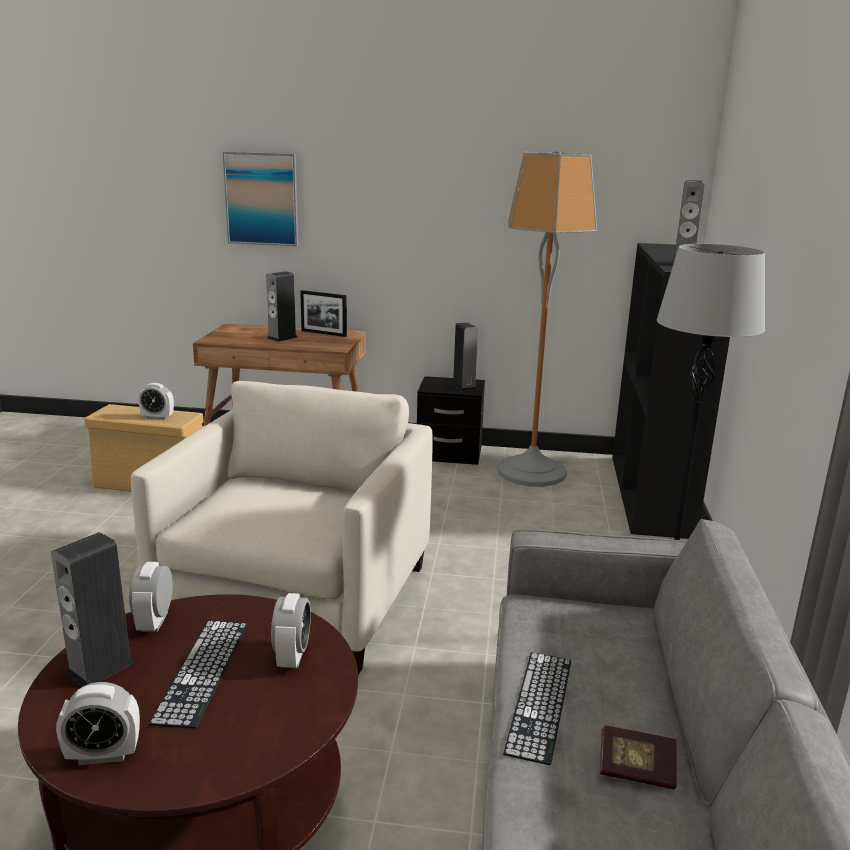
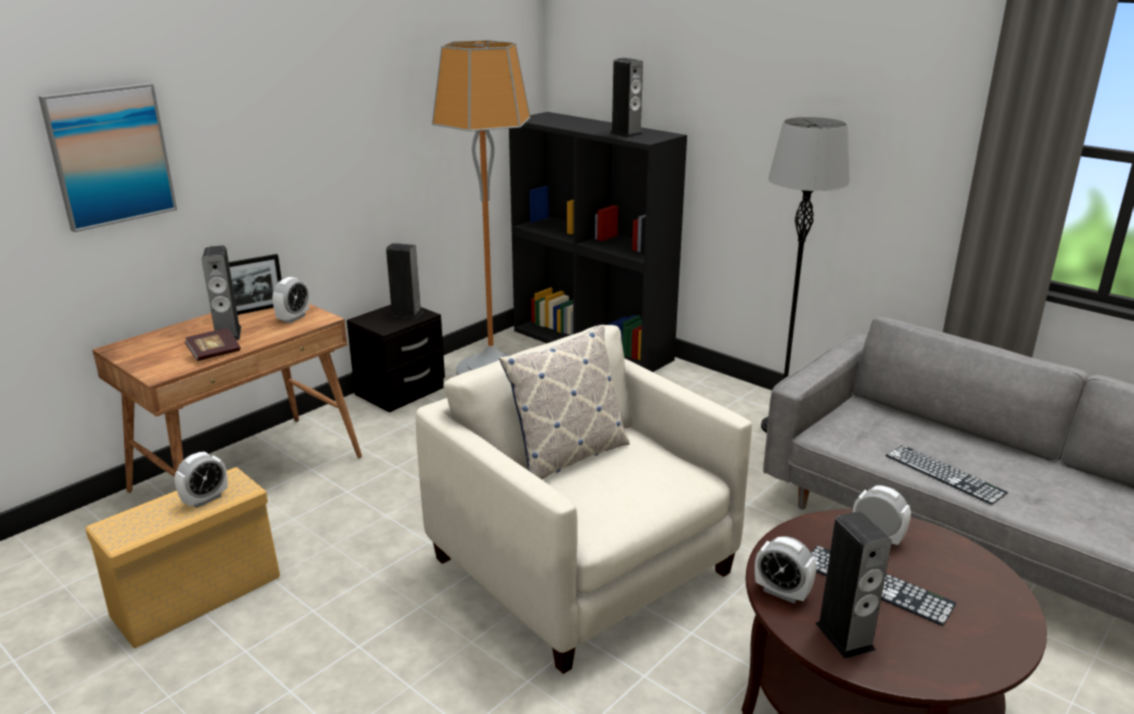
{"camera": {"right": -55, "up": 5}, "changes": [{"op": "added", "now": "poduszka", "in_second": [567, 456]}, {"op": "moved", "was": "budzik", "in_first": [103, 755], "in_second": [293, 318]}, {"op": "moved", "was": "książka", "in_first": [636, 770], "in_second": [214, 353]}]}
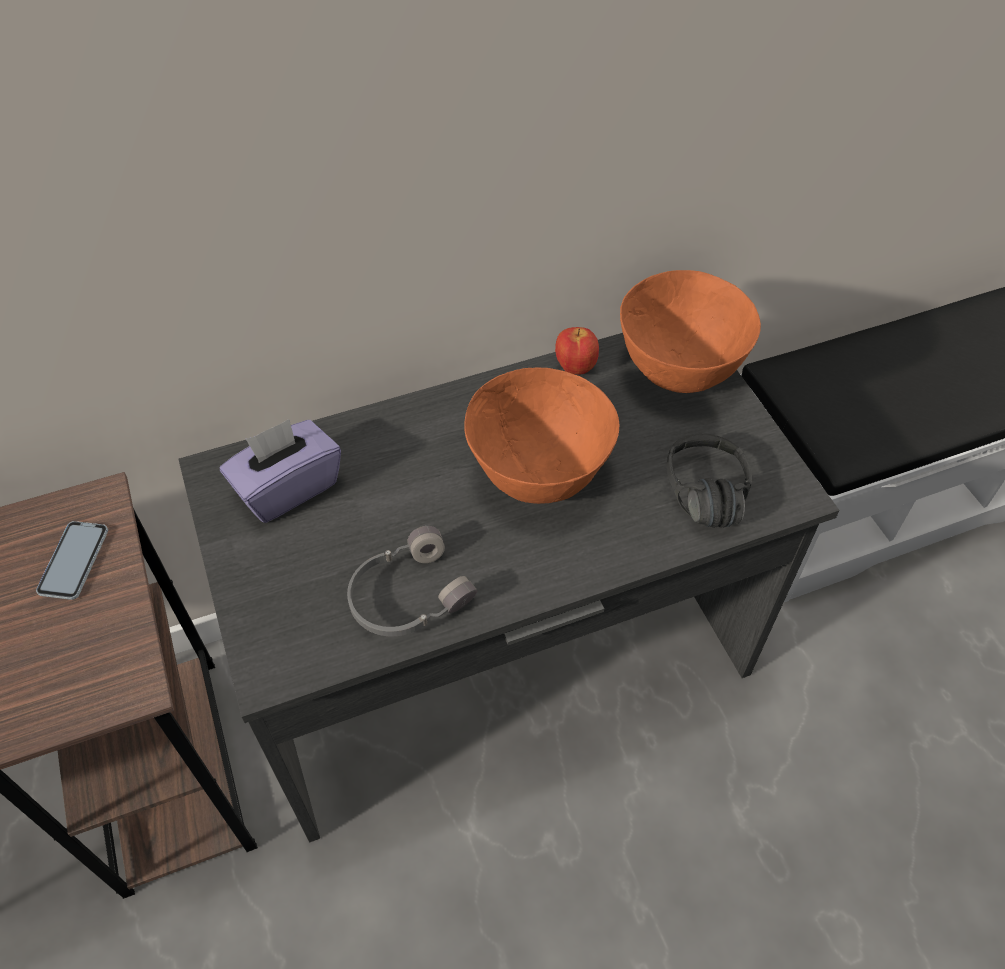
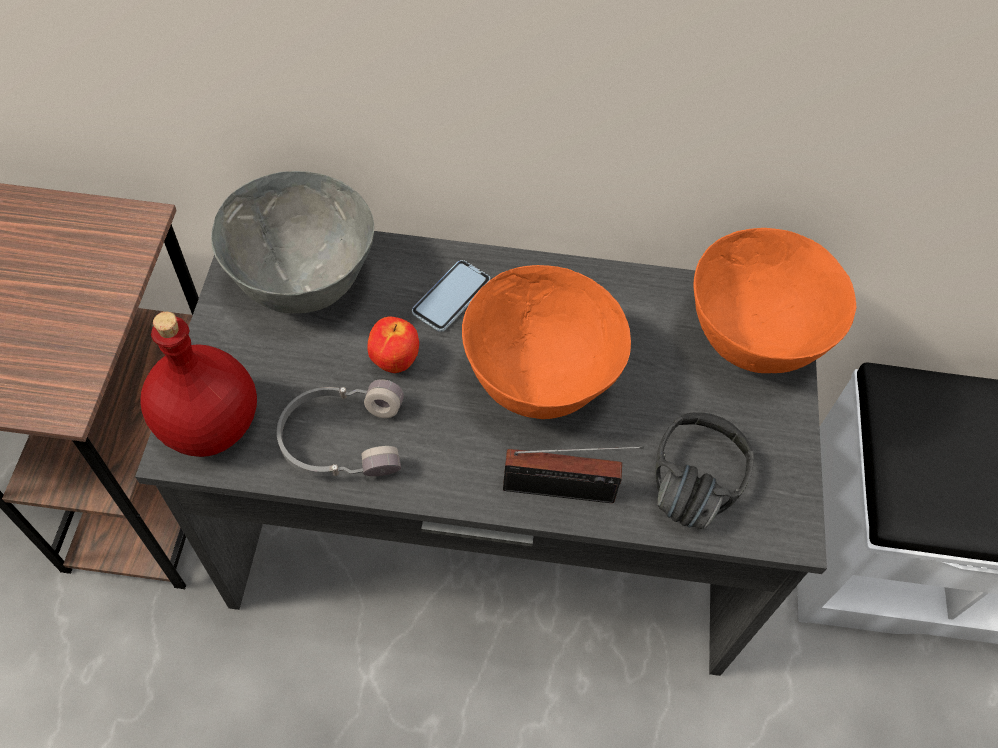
{"camera": {"right": 25, "up": 5}, "changes": [{"op": "added", "now": "butelka [czerwony]", "in_second": [209, 423]}, {"op": "added", "now": "radio", "in_second": [565, 491]}, {"op": "moved", "was": "telefon", "in_first": [74, 561], "in_second": [451, 297]}, {"op": "moved", "was": "jabłko", "in_first": [574, 368], "in_second": [394, 360]}, {"op": "replaced", "was": "pudełko chusteczek [fioletowy]", "now": "miska [szary]", "in_first": [287, 487], "in_second": [303, 284]}]}
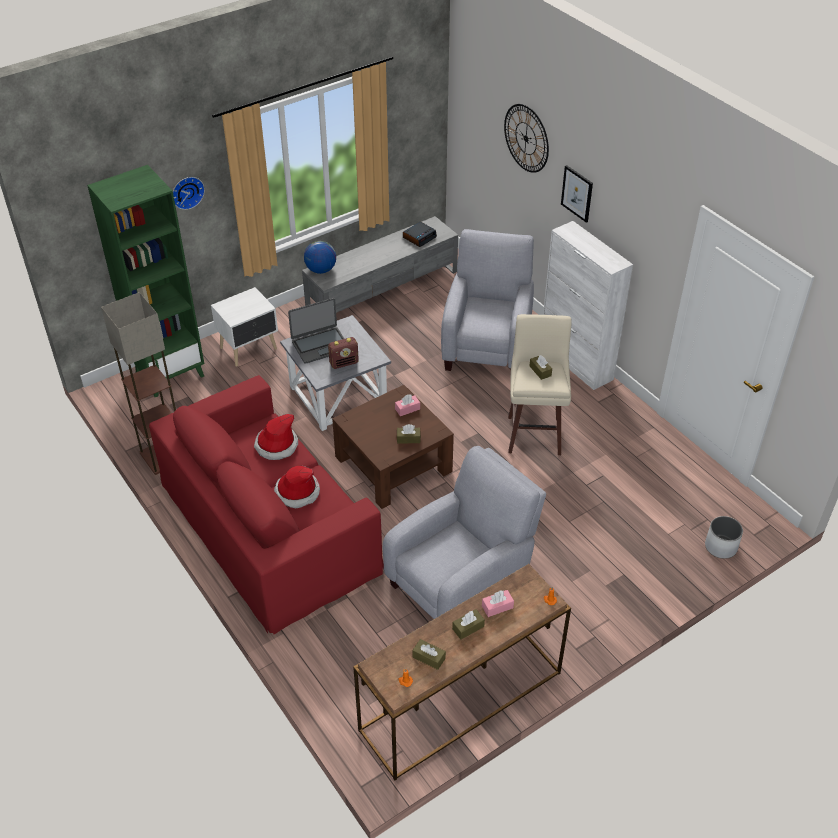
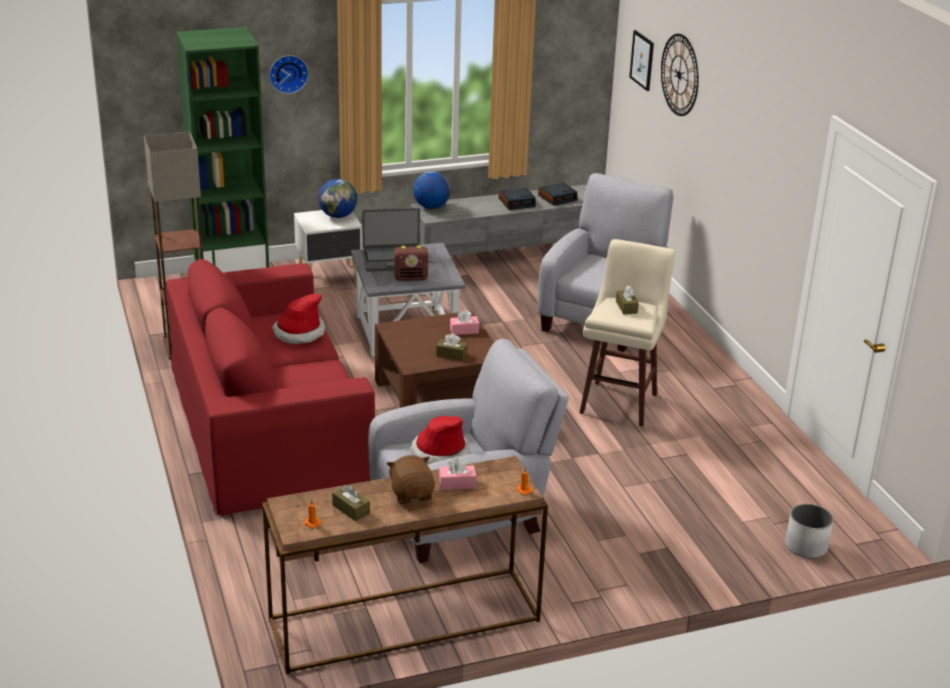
{"camera": {"right": 15, "up": -15}, "changes": [{"op": "removed", "was": "szafka [biały]", "in_first": [576, 362]}, {"op": "added", "now": "globus", "in_second": [338, 216]}, {"op": "added", "now": "budzik", "in_second": [517, 203]}, {"op": "moved", "was": "kapelusz", "in_first": [297, 492], "in_second": [440, 453]}, {"op": "moved", "was": "obraz", "in_first": [577, 193], "in_second": [642, 60]}, {"op": "replaced", "was": "pudełko chusteczek [brązowy]", "now": "pluszak [brązowy]", "in_first": [468, 628], "in_second": [412, 494]}]}
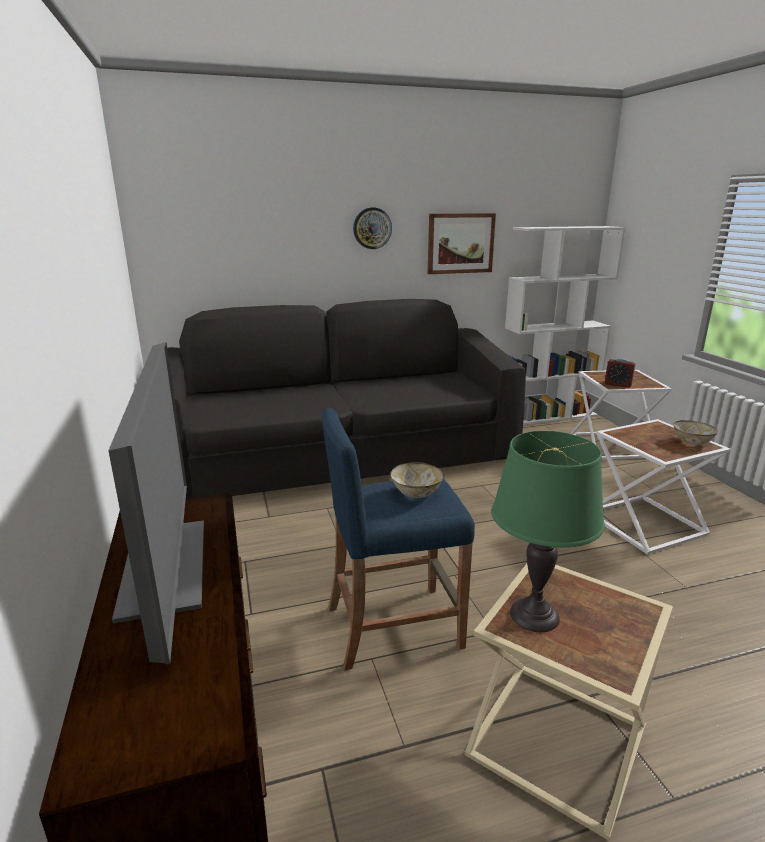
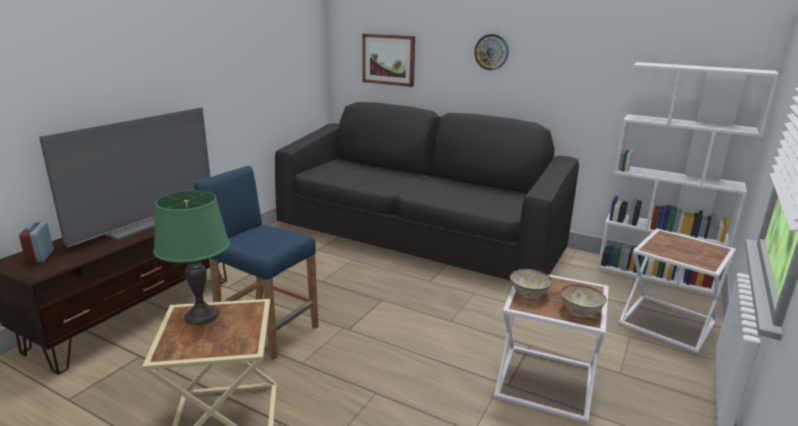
{"camera": {"right": 45, "up": 0}, "changes": [{"op": "moved", "was": "miska", "in_first": [416, 493], "in_second": [528, 293]}, {"op": "moved", "was": "obraz", "in_first": [460, 243], "in_second": [388, 59]}, {"op": "moved", "was": "budzik", "in_first": [618, 384], "in_second": [40, 256]}]}
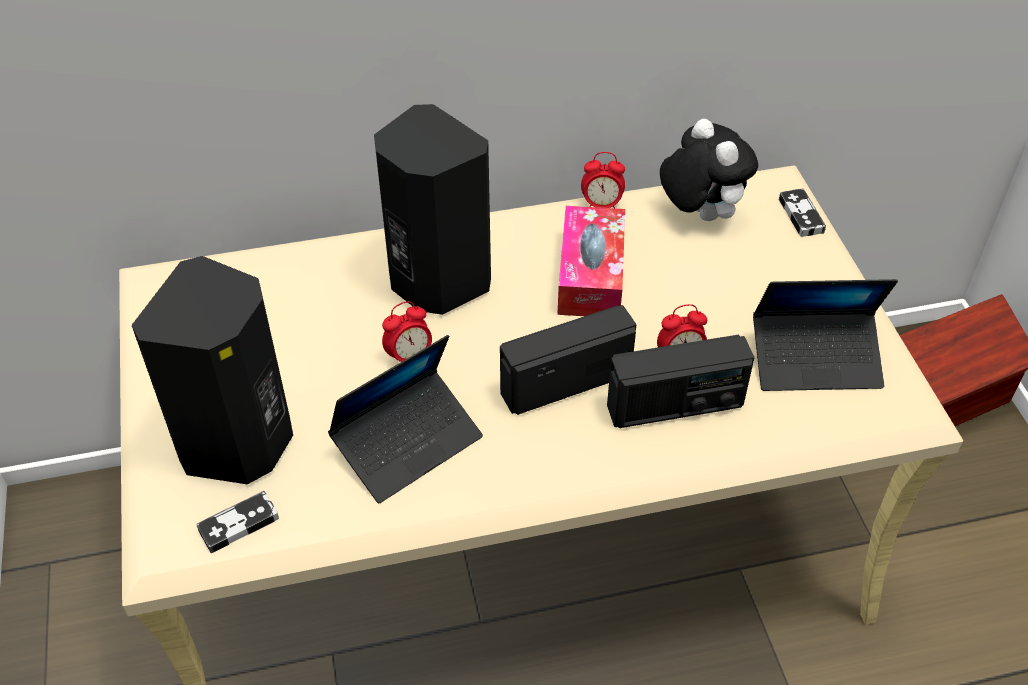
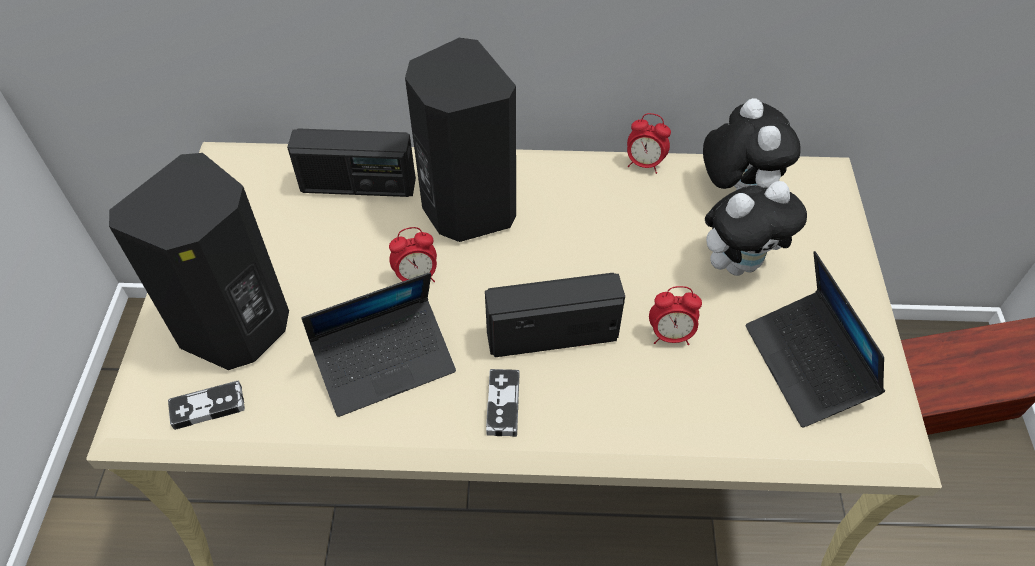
{"camera": {"right": 15, "up": 5}, "changes": [{"op": "removed", "was": "pudełko chusteczek", "in_first": [591, 275]}, {"op": "added", "now": "pluszak", "in_second": [739, 263]}, {"op": "moved", "was": "radio", "in_first": [675, 406], "in_second": [358, 186]}, {"op": "moved", "was": "pad do gier", "in_first": [801, 215], "in_second": [503, 404]}, {"op": "turned", "was": "laptop", "in_first": [815, 360], "in_second": [807, 365], "clockwise": 60}]}
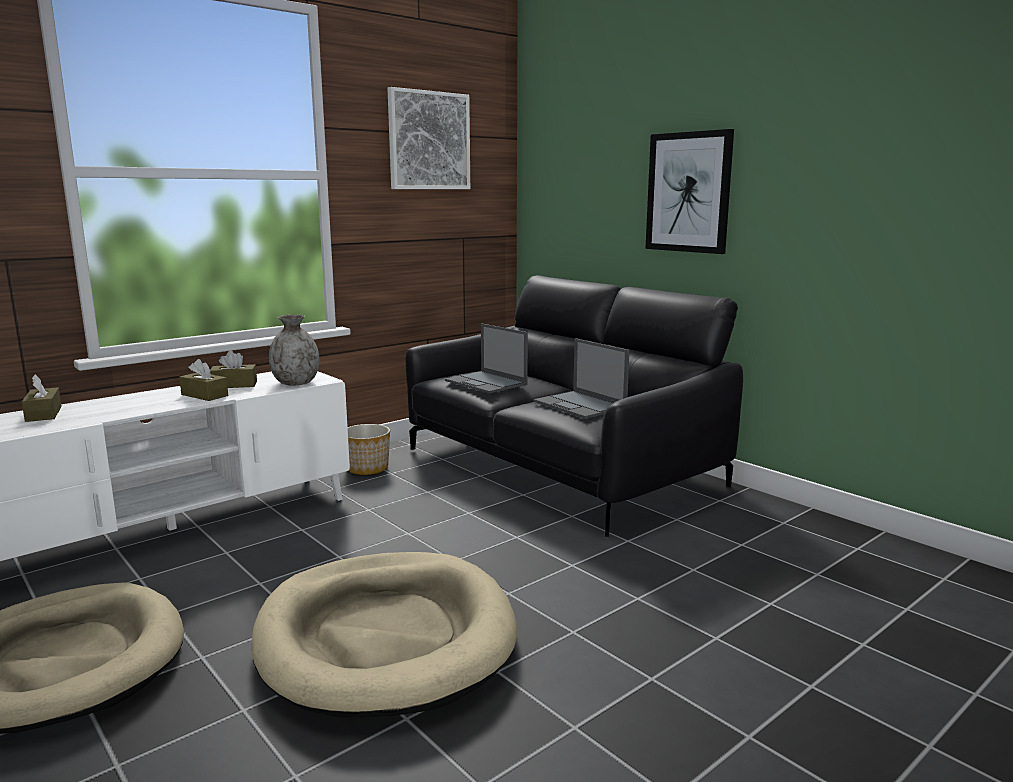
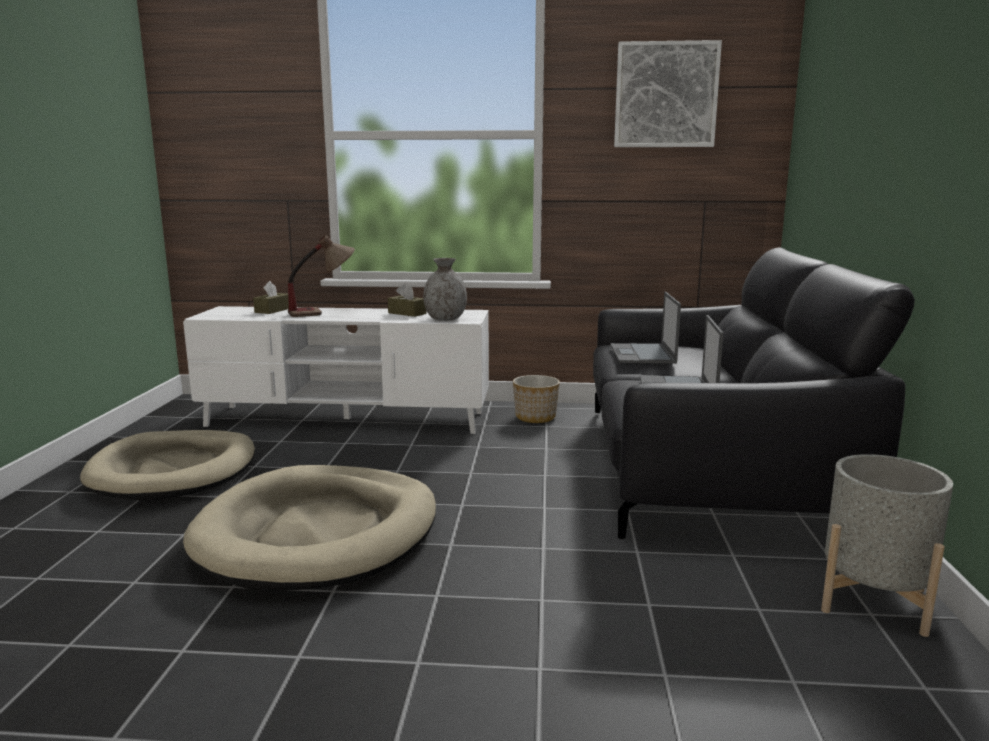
{"camera": {"right": 45, "up": 0}, "changes": [{"op": "removed", "was": "pudełko chusteczek [brązowy]", "in_first": [204, 395]}, {"op": "removed", "was": "obraz", "in_first": [688, 192]}, {"op": "added", "now": "lampa stołowa", "in_second": [323, 312]}, {"op": "added", "now": "donica [szary]", "in_second": [873, 600]}]}
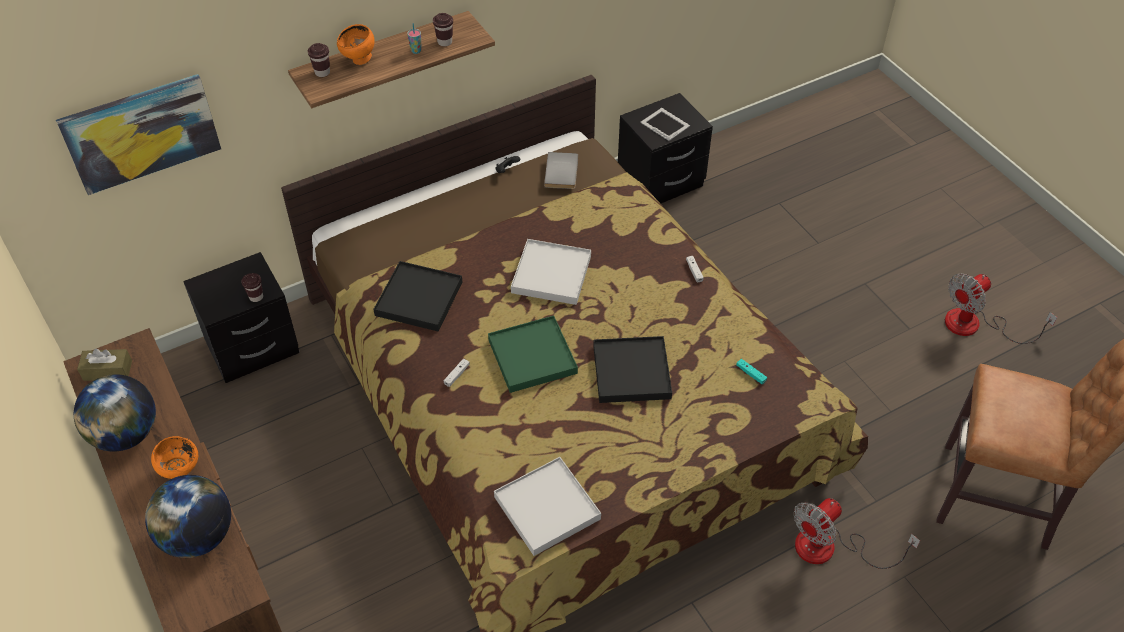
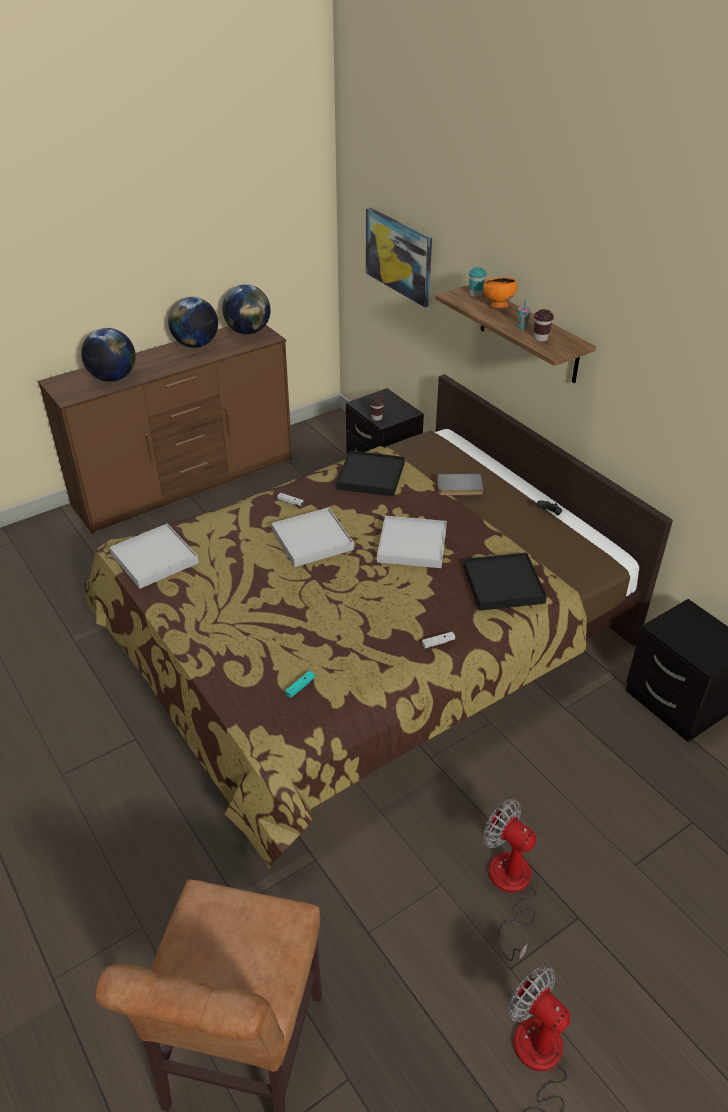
{"camera": {"right": 85, "up": -10}, "changes": [{"op": "removed", "was": "miska [pomarańczowy]", "in_first": [181, 471]}, {"op": "removed", "was": "ramka na zdjęcie", "in_first": [665, 124]}, {"op": "moved", "was": "książka [szary]", "in_first": [563, 172], "in_second": [460, 487]}, {"op": "moved", "was": "taca [czarny]", "in_first": [631, 372], "in_second": [503, 584]}, {"op": "moved", "was": "wentylator", "in_first": [830, 549], "in_second": [510, 888]}, {"op": "replaced", "was": "pudełko chusteczek [brązowy]", "now": "globus", "in_first": [107, 370], "in_second": [248, 331]}, {"op": "recoloured", "was": "filiżanka [brązowy]", "now": "filiżanka [turkusowy]", "in_first": [322, 72], "in_second": [475, 294]}, {"op": "recoloured", "was": "taca [zielony]", "now": "taca [biały]", "in_first": [532, 356], "in_second": [312, 540]}]}
